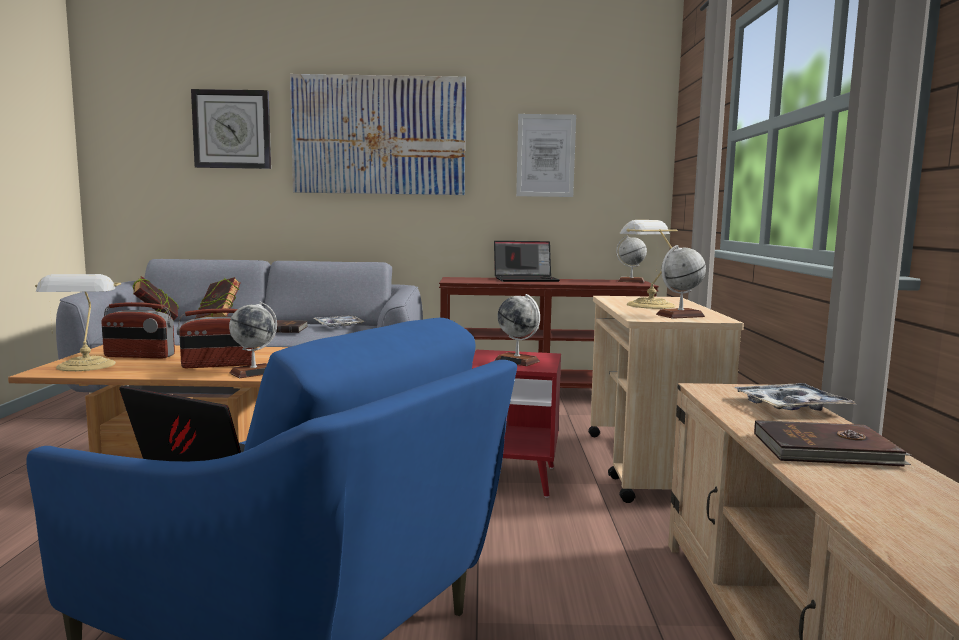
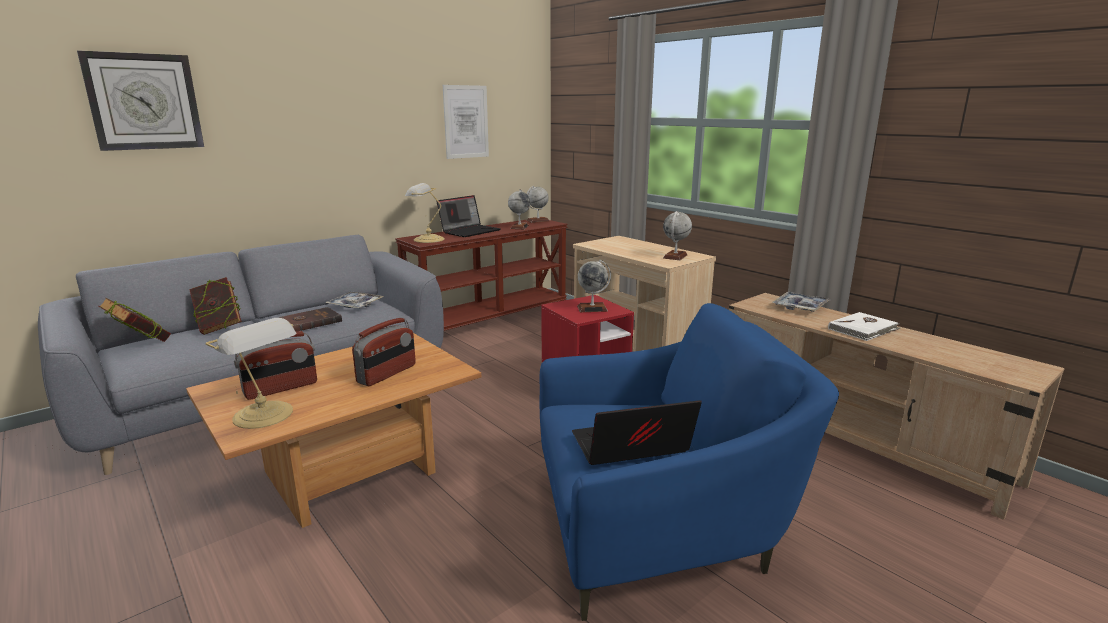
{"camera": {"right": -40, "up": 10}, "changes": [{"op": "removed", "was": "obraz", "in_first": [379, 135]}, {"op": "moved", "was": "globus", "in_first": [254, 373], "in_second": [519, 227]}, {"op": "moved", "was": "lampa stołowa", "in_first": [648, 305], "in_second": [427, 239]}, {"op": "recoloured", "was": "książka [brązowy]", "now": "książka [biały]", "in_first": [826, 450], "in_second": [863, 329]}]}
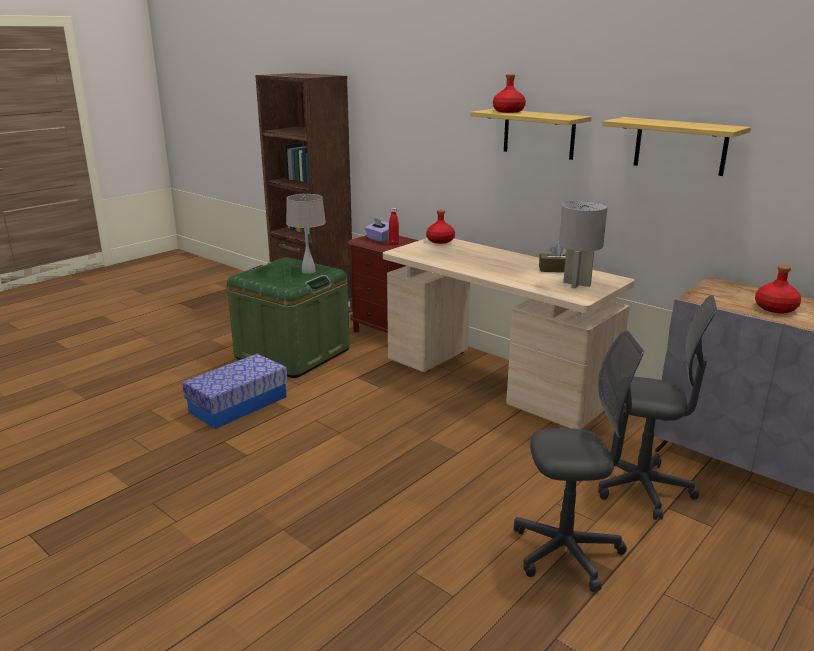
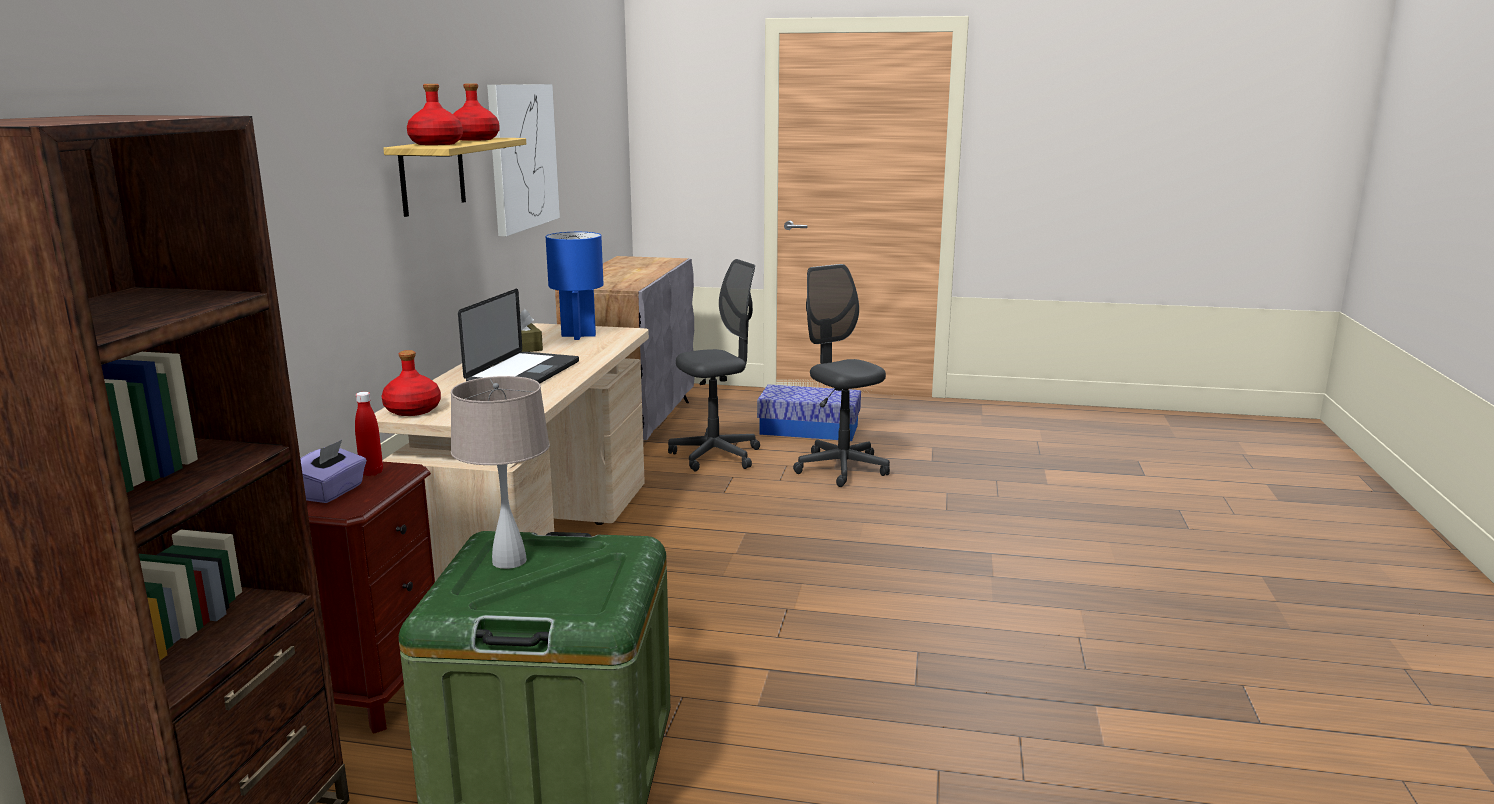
{"camera": {"right": -120, "up": -5}, "changes": [{"op": "added", "now": "laptop", "in_second": [523, 373]}, {"op": "moved", "was": "pojemnik do przechowywania", "in_first": [238, 404], "in_second": [809, 429]}, {"op": "moved", "was": "butelka [czerwony]", "in_first": [775, 308], "in_second": [475, 139]}, {"op": "replaced", "was": "półka", "now": "obraz", "in_first": [680, 146], "in_second": [522, 156]}, {"op": "recoloured", "was": "lampa stołowa [szary]", "now": "lampa stołowa [niebieski]", "in_first": [576, 284], "in_second": [578, 336]}, {"op": "turned", "was": "krzesło biurowe [szary]", "in_first": [643, 489], "in_second": [715, 456], "clockwise": 75}]}
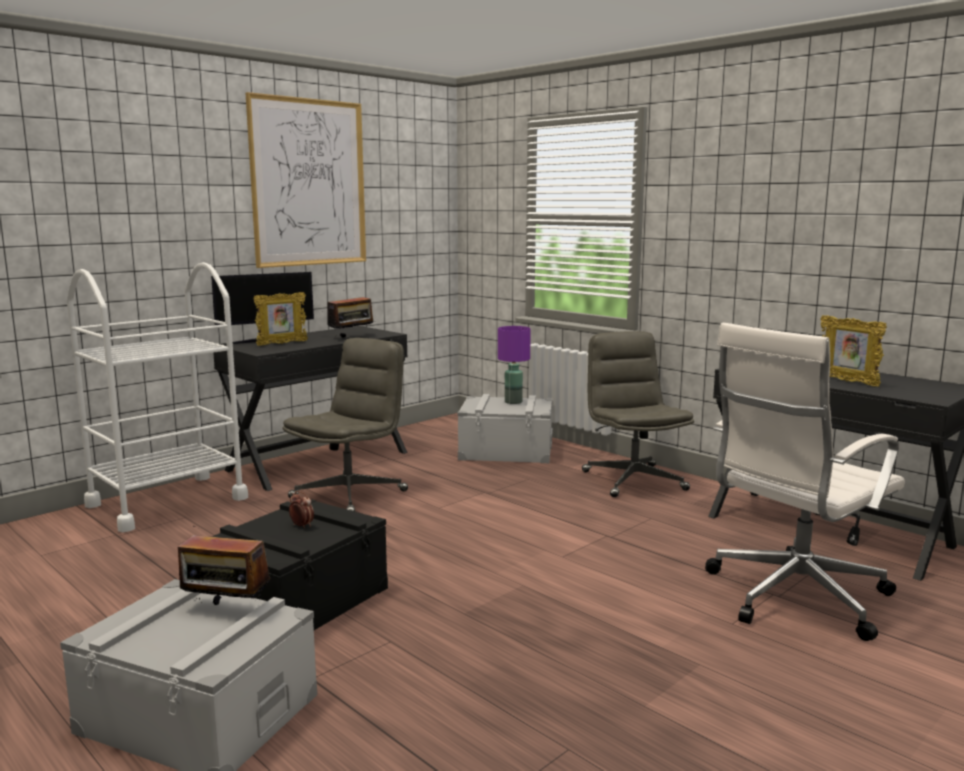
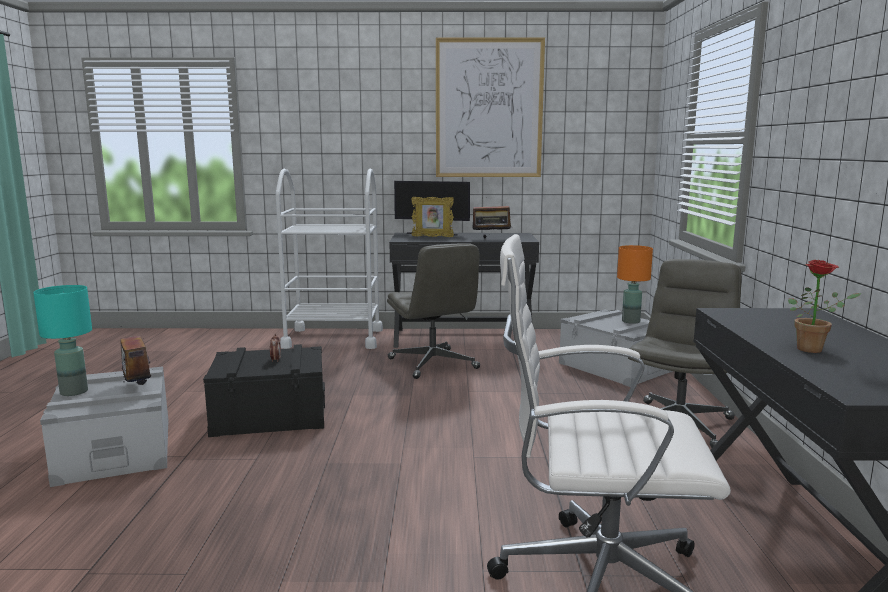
{"camera": {"right": 45, "up": 0}, "changes": [{"op": "added", "now": "lampa stołowa [turkusowy]", "in_second": [74, 391]}, {"op": "replaced", "was": "ramka na zdjęcie", "now": "roślina doniczkowa", "in_first": [847, 381], "in_second": [814, 349]}, {"op": "recoloured", "was": "lampa stołowa [fioletowy]", "now": "lampa stołowa [pomarańczowy]", "in_first": [513, 402], "in_second": [630, 321]}, {"op": "turned", "was": "krzesło biurowe [szary]", "in_first": [349, 494], "in_second": [433, 364], "clockwise": 75}]}
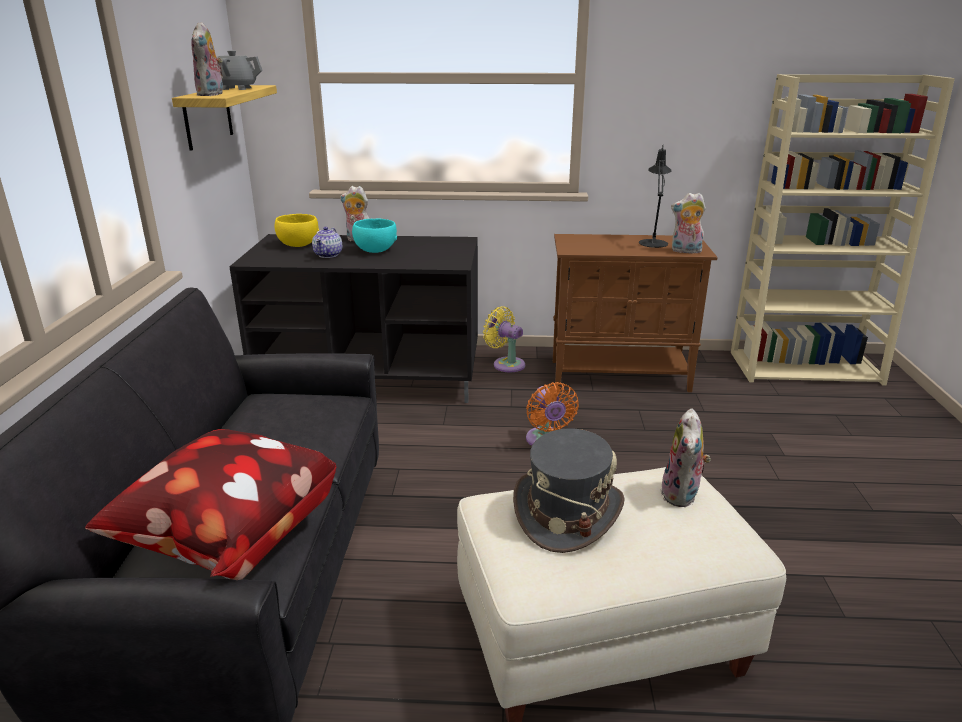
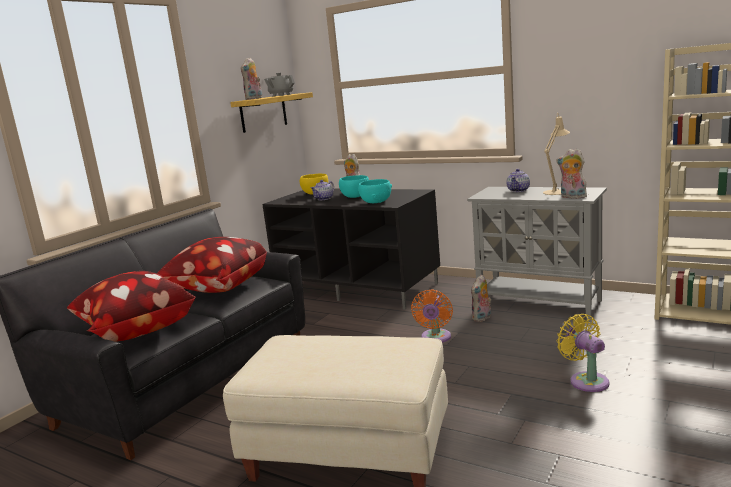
{"camera": {"right": 30, "up": -10}, "changes": [{"op": "removed", "was": "kapelusz [szary]", "in_first": [567, 513]}, {"op": "added", "now": "poduszka", "in_second": [217, 288]}, {"op": "added", "now": "miska [turkusowy]", "in_second": [376, 202]}, {"op": "added", "now": "imbryk", "in_second": [518, 190]}, {"op": "moved", "was": "wentylator [żółty]", "in_first": [506, 364], "in_second": [586, 380]}, {"op": "moved", "was": "pluszak", "in_first": [682, 495], "in_second": [482, 318]}, {"op": "recoloured", "was": "szafka [brązowy]", "now": "szafka [szary]", "in_first": [620, 376], "in_second": [540, 304]}, {"op": "recoloured", "was": "lampa stołowa [czarny]", "now": "lampa stołowa [beżowy]", "in_first": [653, 242], "in_second": [556, 191]}]}
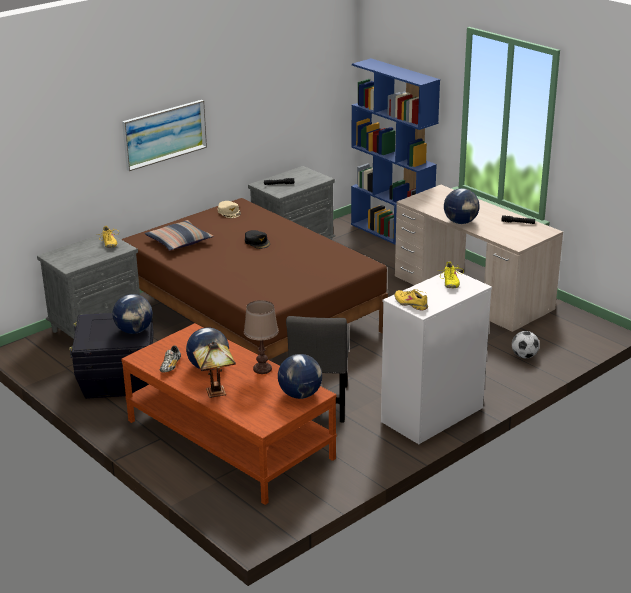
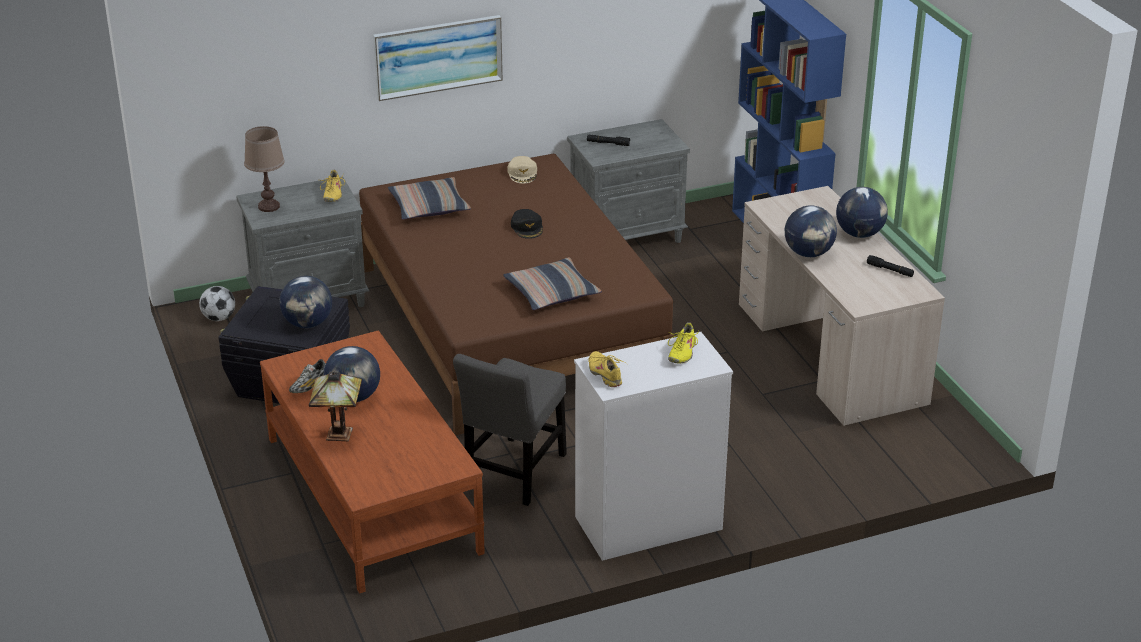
{"camera": {"right": 20, "up": 5}, "changes": [{"op": "added", "now": "poduszka", "in_second": [552, 293]}, {"op": "moved", "was": "lampa stołowa [brązowy]", "in_first": [262, 369], "in_second": [268, 206]}, {"op": "moved", "was": "globus", "in_first": [300, 395], "in_second": [860, 234]}, {"op": "moved", "was": "piłka futbolowa", "in_first": [524, 356], "in_second": [219, 318]}]}
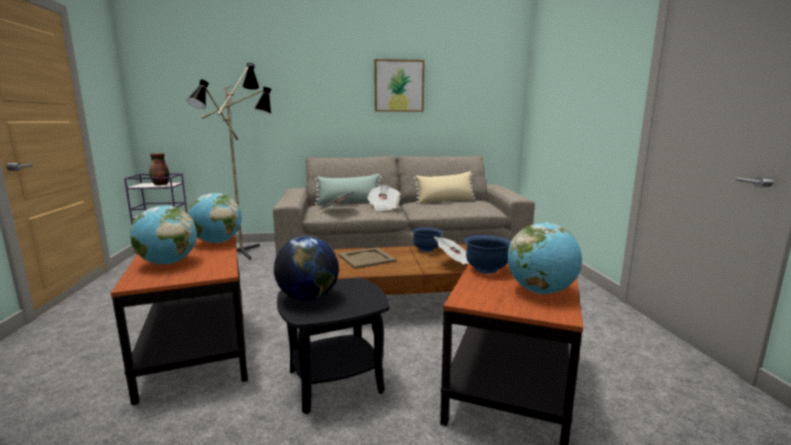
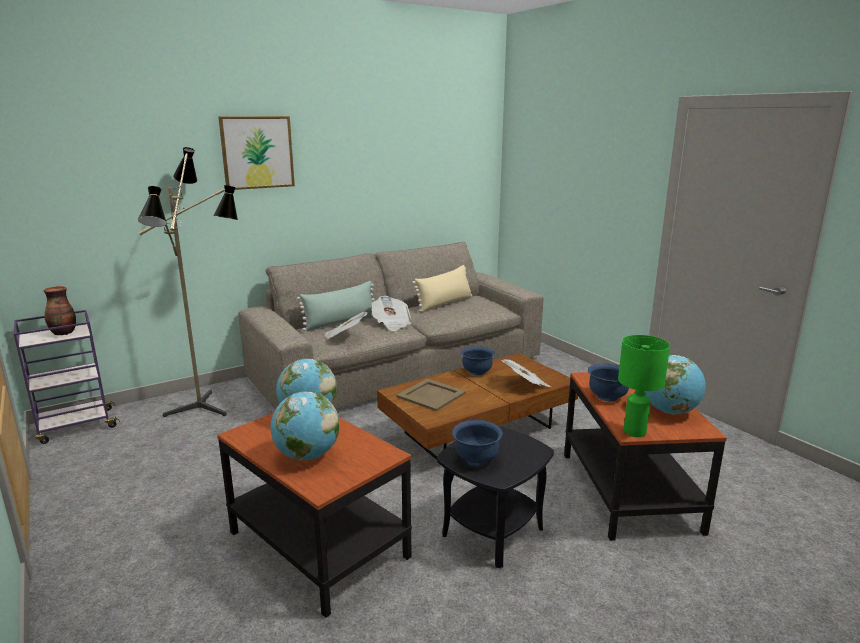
{"camera": {"right": -25, "up": 5}, "changes": [{"op": "added", "now": "lampa stołowa [zielony]", "in_second": [634, 431]}, {"op": "moved", "was": "obraz", "in_first": [399, 86], "in_second": [257, 152]}, {"op": "replaced", "was": "globus", "now": "miska [niebieski]", "in_first": [308, 297], "in_second": [476, 459]}]}
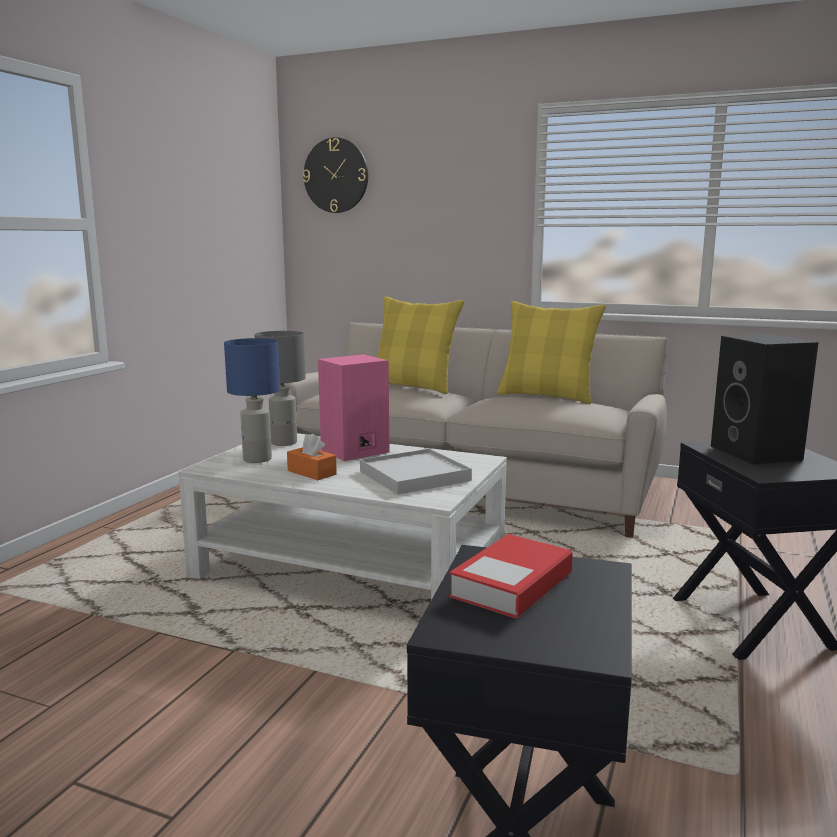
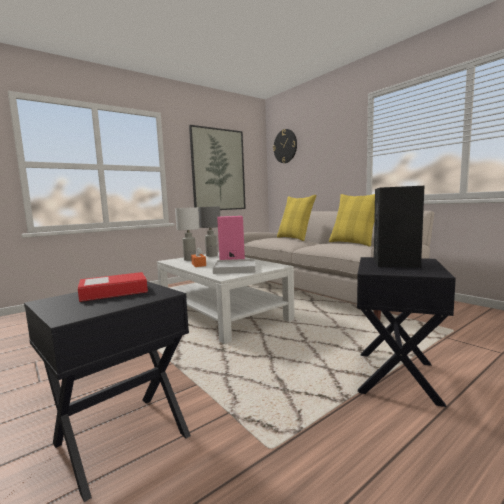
{"camera": {"right": 30, "up": -5}, "changes": [{"op": "added", "now": "obraz", "in_second": [218, 170]}, {"op": "recoloured", "was": "lampa stołowa [niebieski]", "now": "lampa stołowa [biały]", "in_first": [257, 459], "in_second": [189, 259]}]}
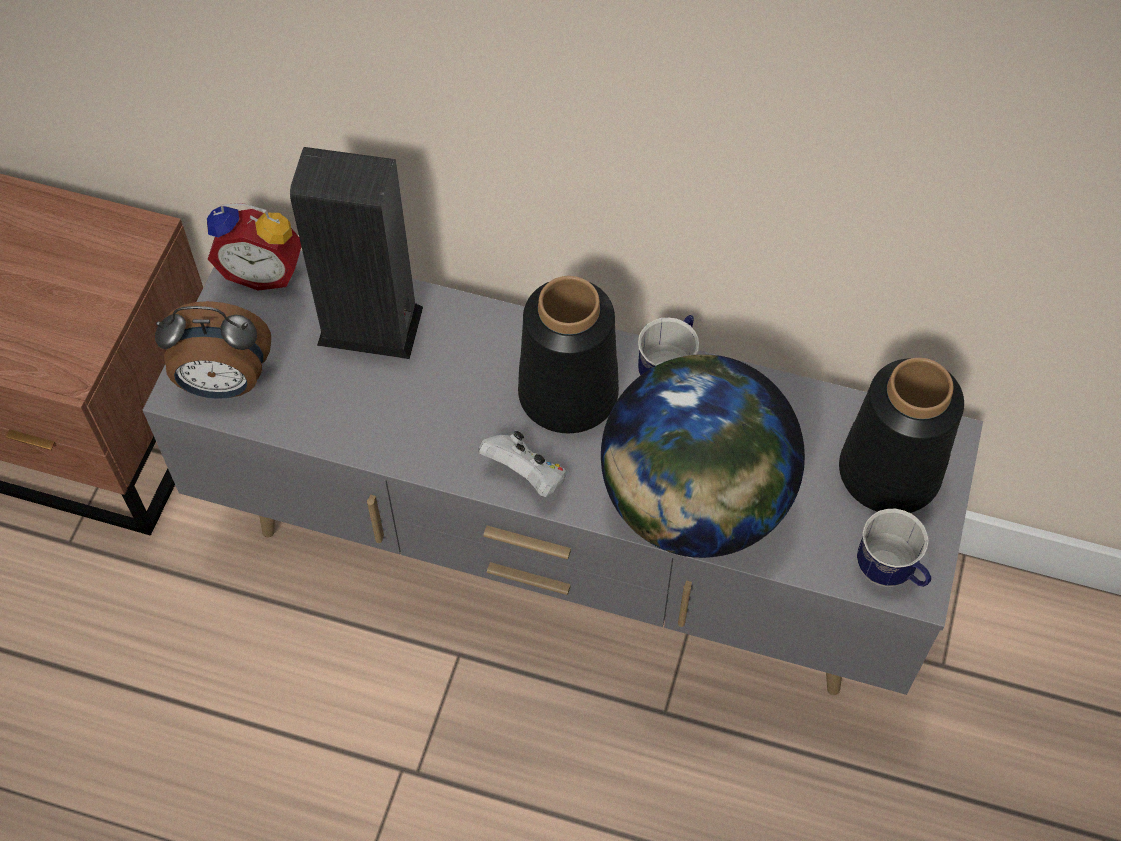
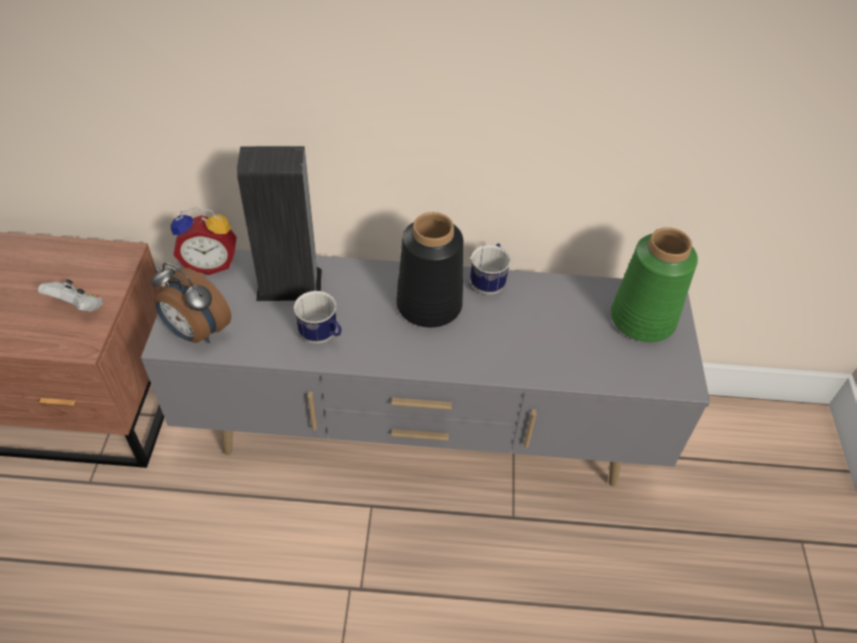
{"camera": {"right": -15, "up": -10}, "changes": [{"op": "removed", "was": "globus", "in_first": [694, 504]}, {"op": "moved", "was": "pad do gier [biały]", "in_first": [526, 476], "in_second": [78, 307]}, {"op": "moved", "was": "kubek", "in_first": [890, 573], "in_second": [322, 337]}, {"op": "recoloured", "was": "wazon [czarny]", "now": "wazon [zielony]", "in_first": [890, 473], "in_second": [643, 320]}, {"op": "turned", "was": "budzik", "in_first": [224, 383], "in_second": [196, 332], "clockwise": 45}]}
